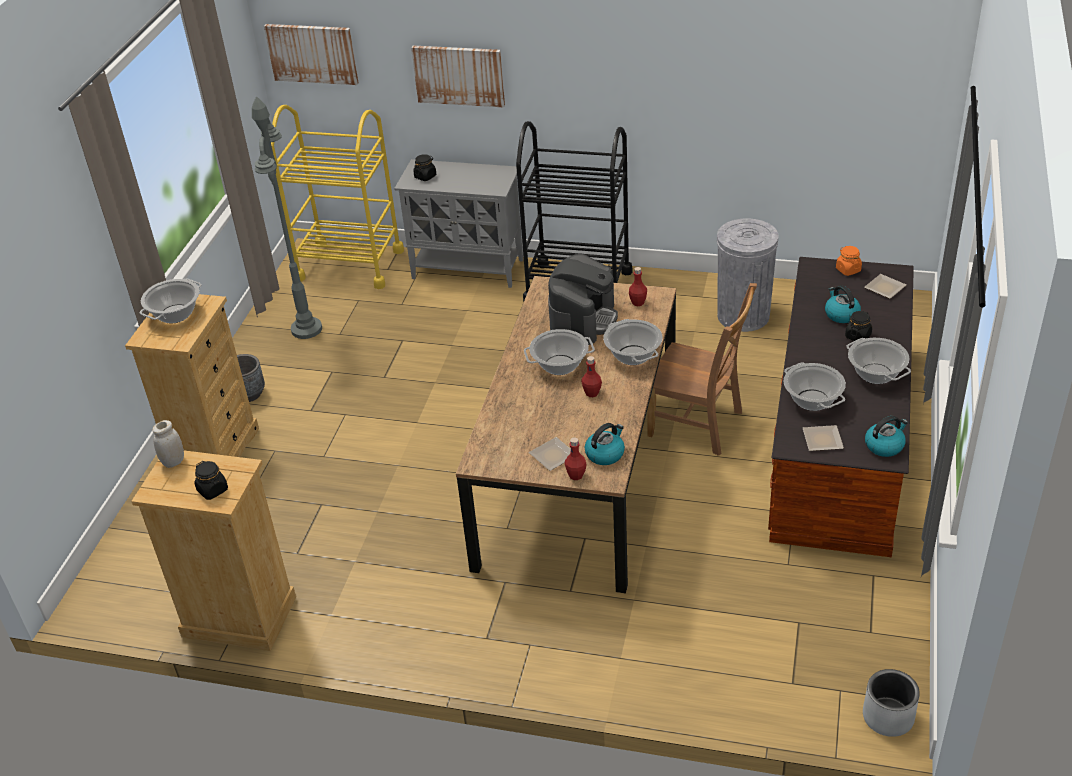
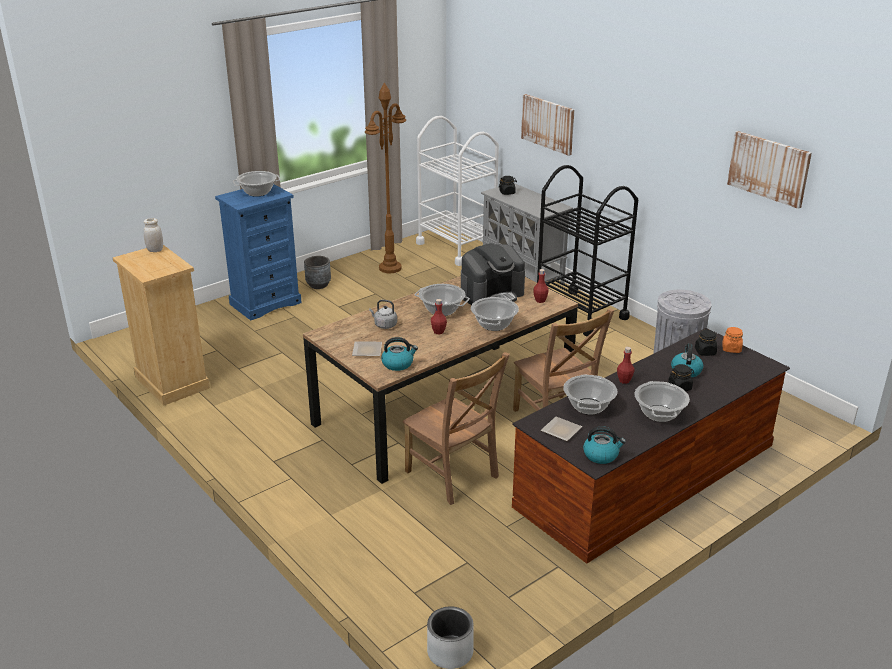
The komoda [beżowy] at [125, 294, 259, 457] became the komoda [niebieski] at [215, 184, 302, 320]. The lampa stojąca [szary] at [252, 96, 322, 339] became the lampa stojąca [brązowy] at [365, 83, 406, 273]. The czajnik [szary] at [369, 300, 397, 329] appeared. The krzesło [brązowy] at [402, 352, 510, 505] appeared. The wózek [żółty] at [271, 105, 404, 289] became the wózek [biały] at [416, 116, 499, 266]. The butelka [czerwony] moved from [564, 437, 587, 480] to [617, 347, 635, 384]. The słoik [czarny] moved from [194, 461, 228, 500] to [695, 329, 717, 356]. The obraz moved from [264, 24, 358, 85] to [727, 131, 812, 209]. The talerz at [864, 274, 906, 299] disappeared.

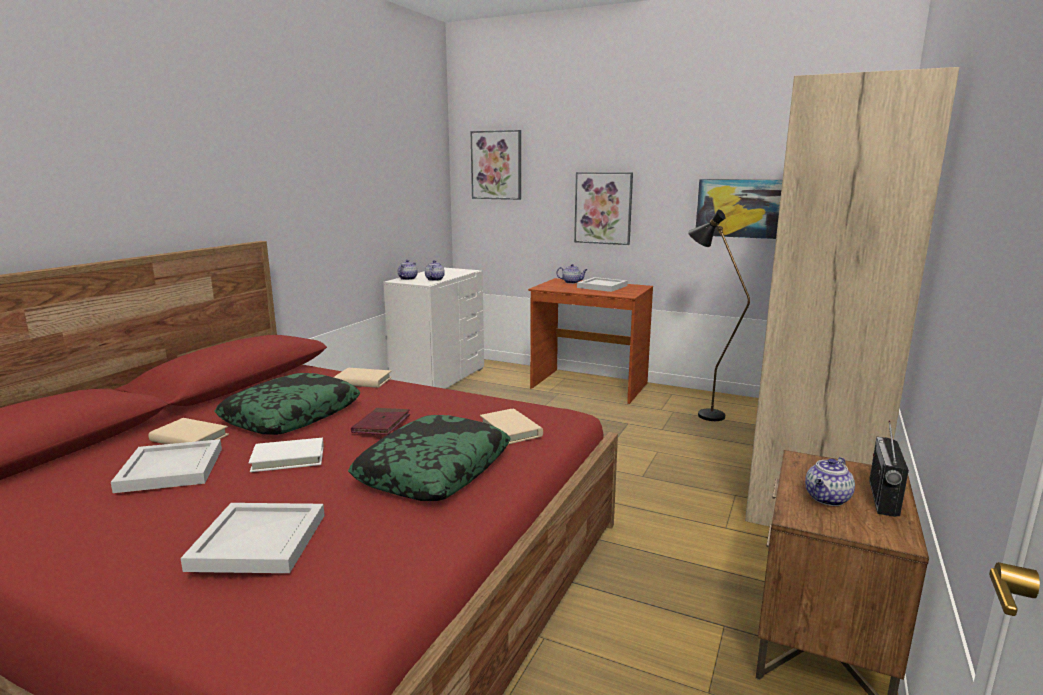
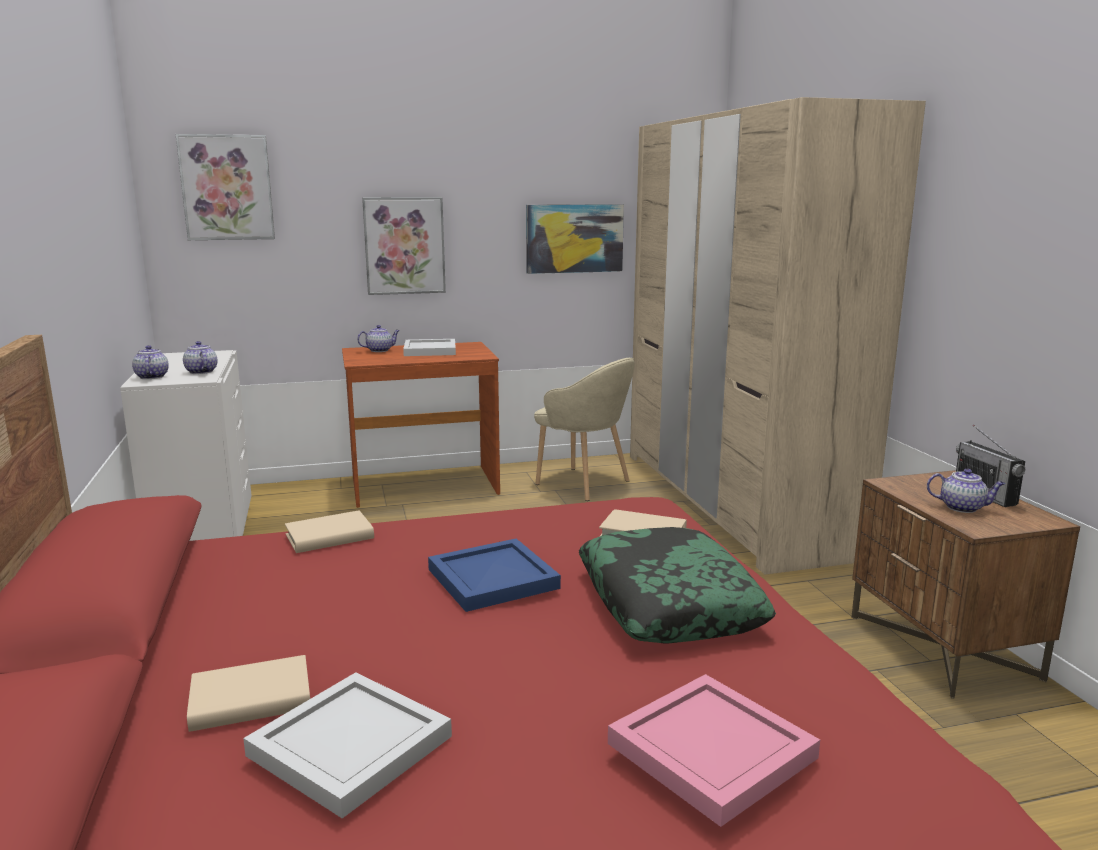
The książka [czerwony] at [351, 408, 410, 435] was replaced by the taca [niebieski] at [428, 539, 561, 612]. The lampa stojąca [czarny] at [688, 209, 750, 421] was replaced by the fotel [beżowy] at [534, 358, 635, 501]. The taca [biały] at [180, 503, 325, 573] became the taca [różowy] at [608, 674, 820, 827]. The imbryk at [805, 457, 855, 506] turned 75 degrees counterclockwise. The poduszka at [214, 373, 360, 435] disappeared. The książka [biały] at [249, 438, 324, 472] disappeared.

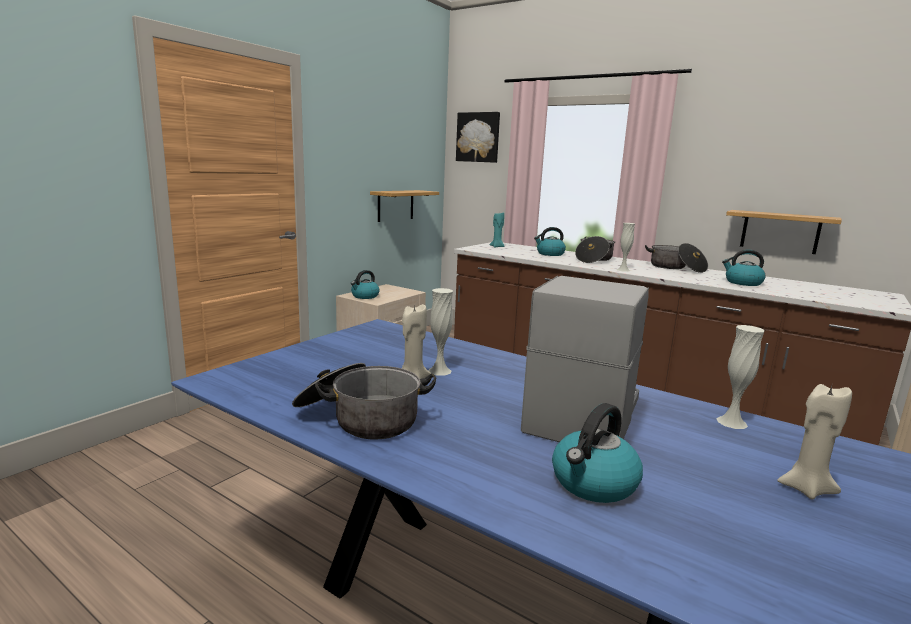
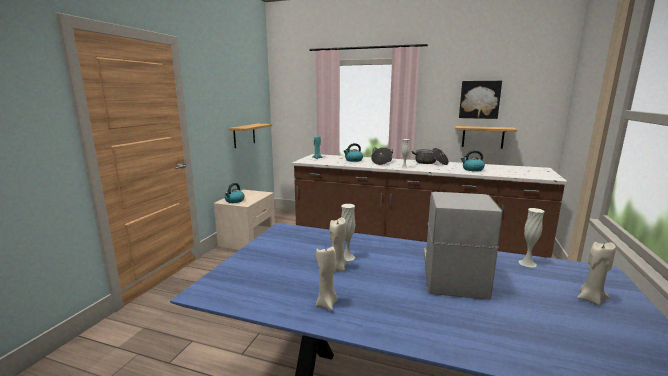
The garnek at [292, 363, 436, 440] was replaced by the świeca [beżowy] at [316, 246, 338, 311]. The obraz moved from [456, 112, 500, 163] to [459, 81, 502, 119]. The czajnik at [552, 403, 643, 503] disappeared.

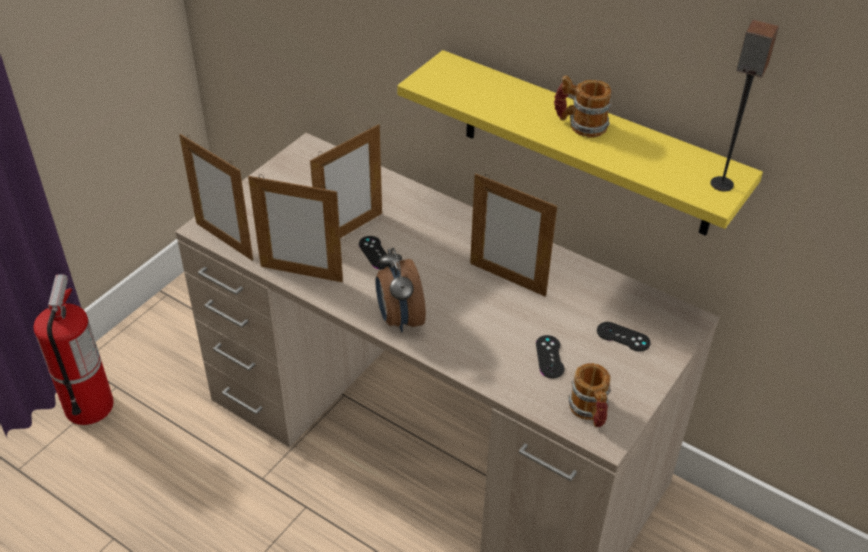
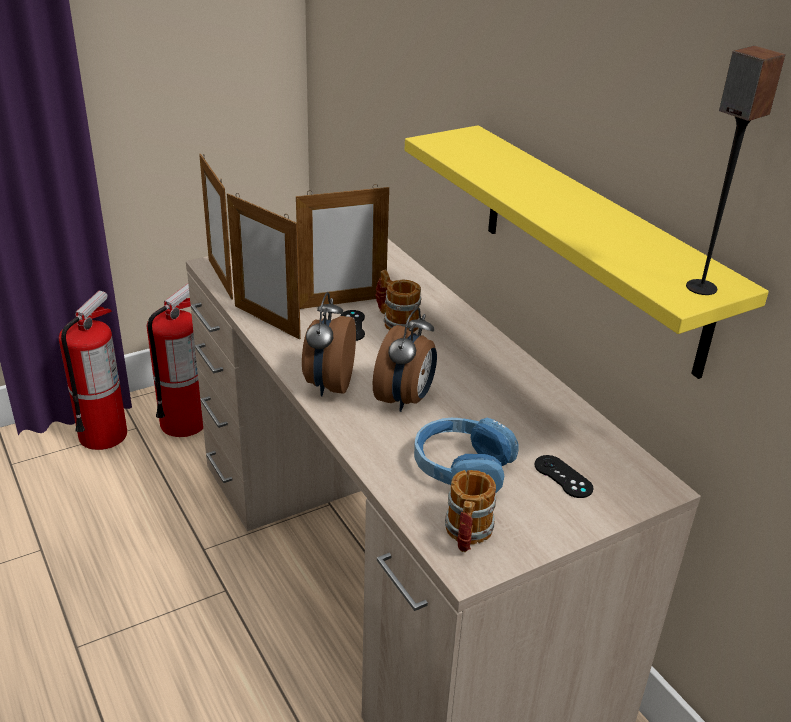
The gaśnica at [147, 283, 203, 437] appeared. The budzik at [373, 308, 437, 412] appeared. The kubek moved from [554, 75, 612, 138] to [376, 270, 422, 332]. The pad do gier [czarny] at [536, 335, 564, 379] was replaced by the słuchawki [niebieski] at [414, 418, 519, 493]. The ramka na zdjęcie at [470, 173, 557, 297] disappeared.

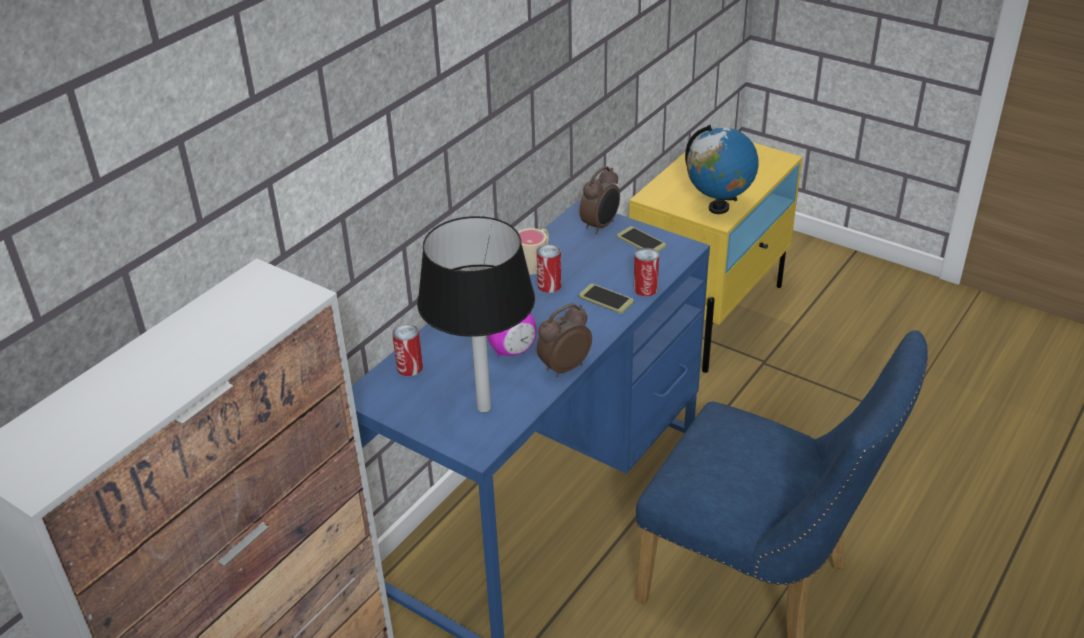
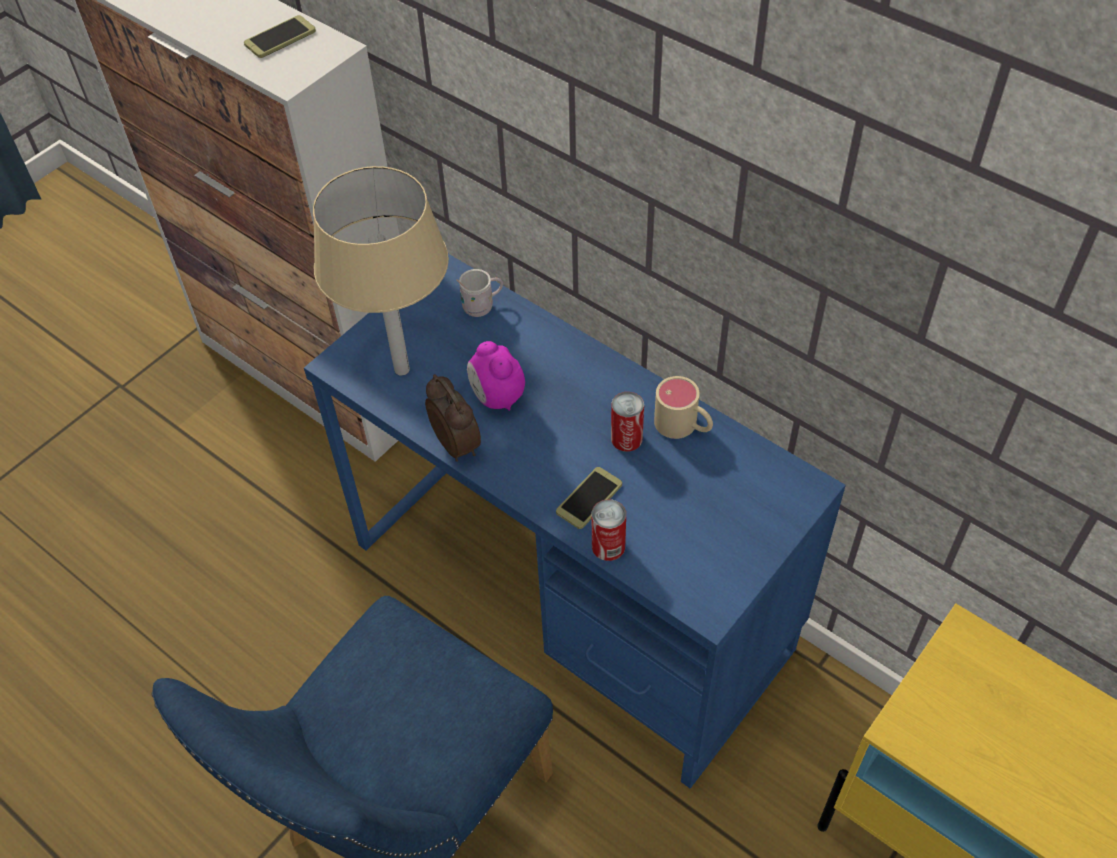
The telefon moved from [617, 226, 666, 252] to [244, 15, 316, 58]. The lampa stołowa [czarny] at [417, 216, 535, 412] became the lampa stołowa [beżowy] at [313, 166, 449, 376]. The puszka at [392, 324, 423, 376] was replaced by the kubek [biały] at [456, 269, 503, 317]. The budzik at [579, 166, 620, 234] disappeared. The globus at [685, 125, 759, 214] disappeared.

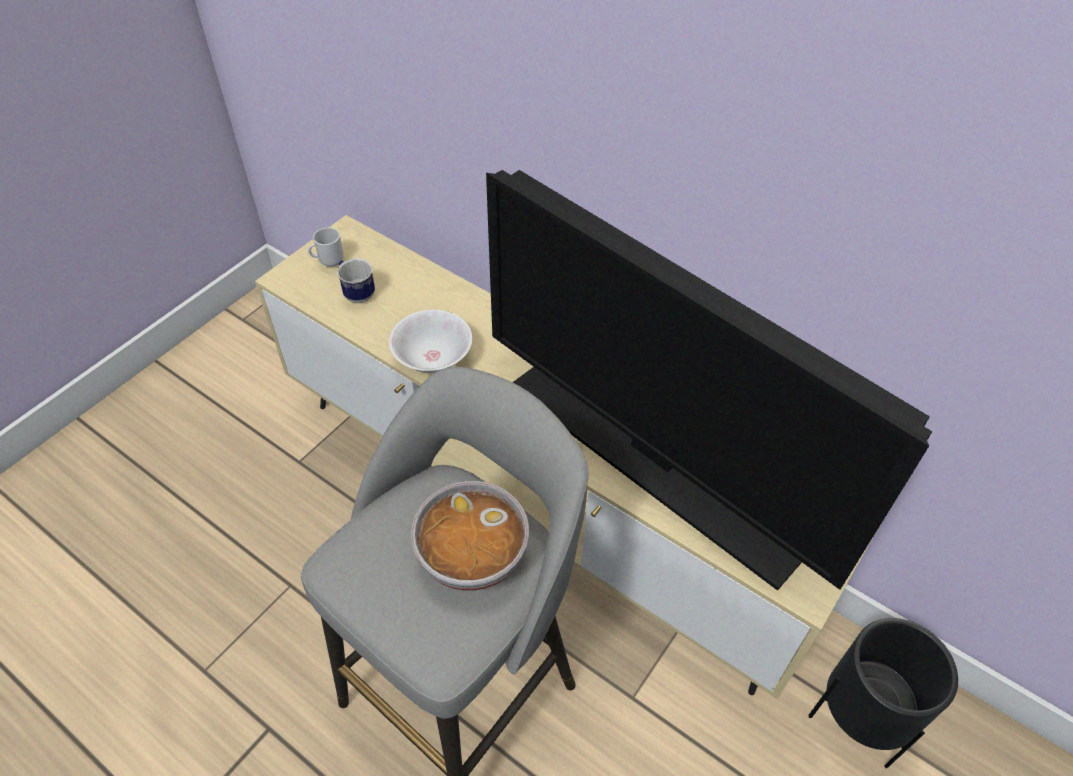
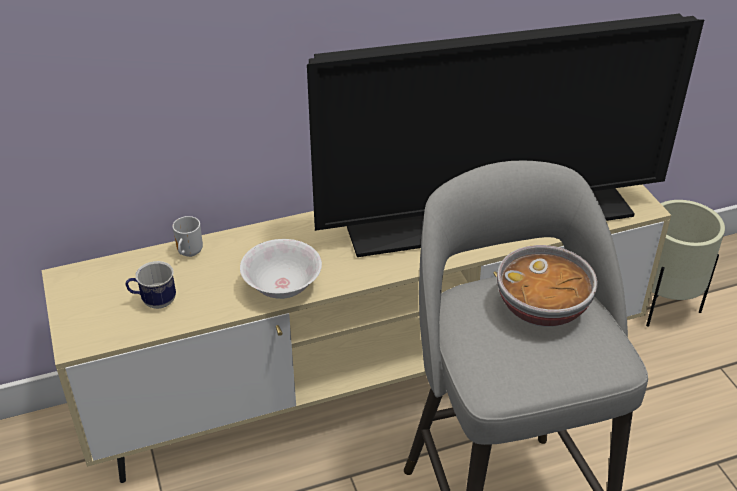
The kubek moved from [308, 228, 344, 267] to [173, 216, 203, 257]. The donica [czarny] at [809, 618, 958, 768] became the donica [beżowy] at [646, 200, 725, 327].

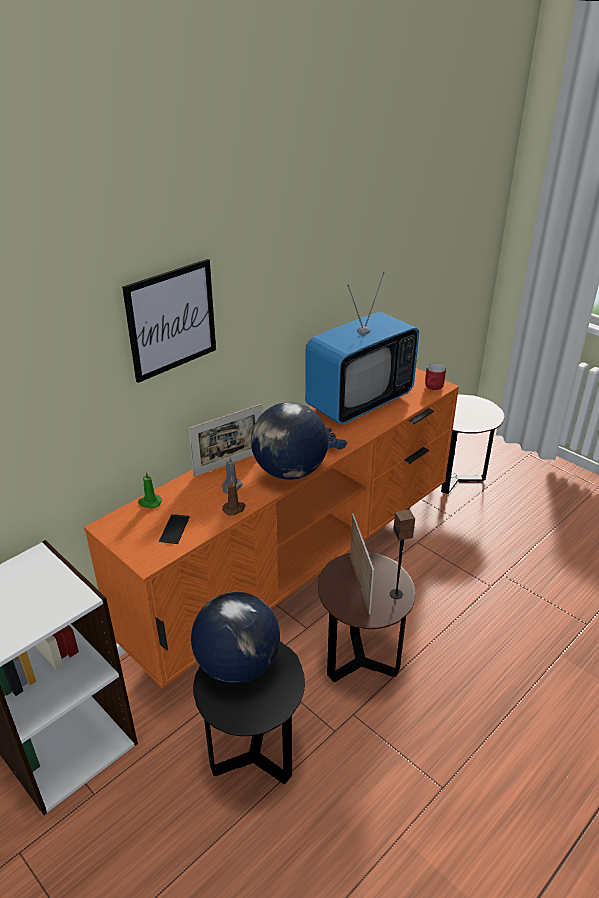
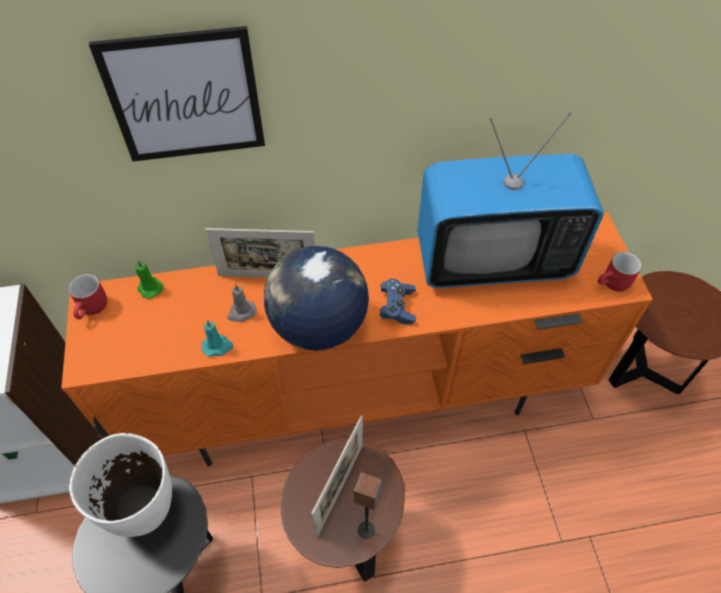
The kubek [czerwony] at [68, 274, 107, 319] appeared. The globus at [191, 592, 280, 683] was replaced by the wazon [biały] at [69, 433, 172, 537]. The świeca [brązowy] at [222, 478, 246, 516] became the świeca [turkusowy] at [202, 319, 233, 357]. The telefon at [159, 514, 190, 544] disappeared.

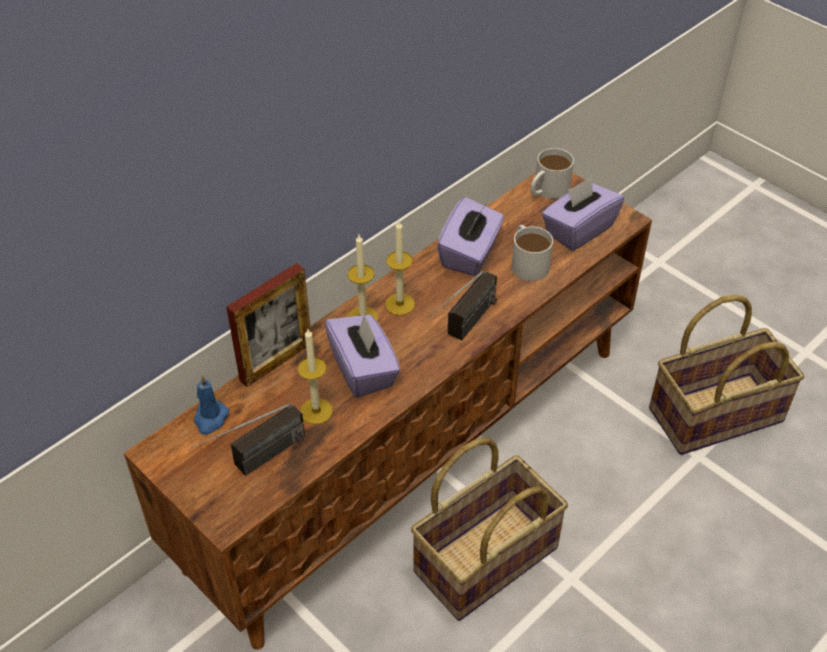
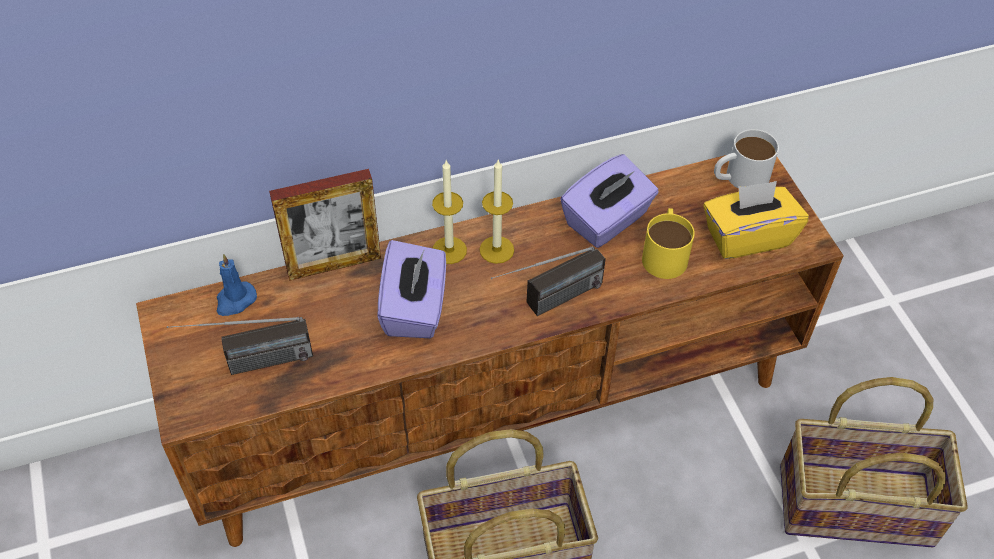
The kubek [biały] at [512, 225, 553, 281] became the kubek [żółty] at [642, 208, 695, 279]. The pudełko chusteczek [fioletowy] at [542, 177, 624, 251] became the pudełko chusteczek [żółty] at [703, 181, 809, 259]. The świeca at [297, 329, 333, 424] disappeared.

